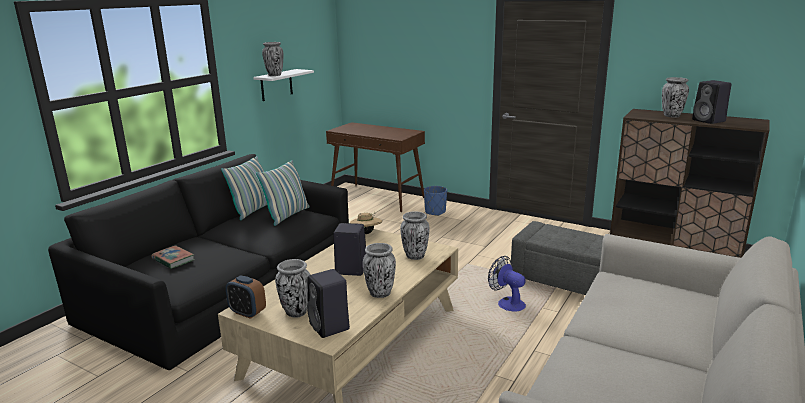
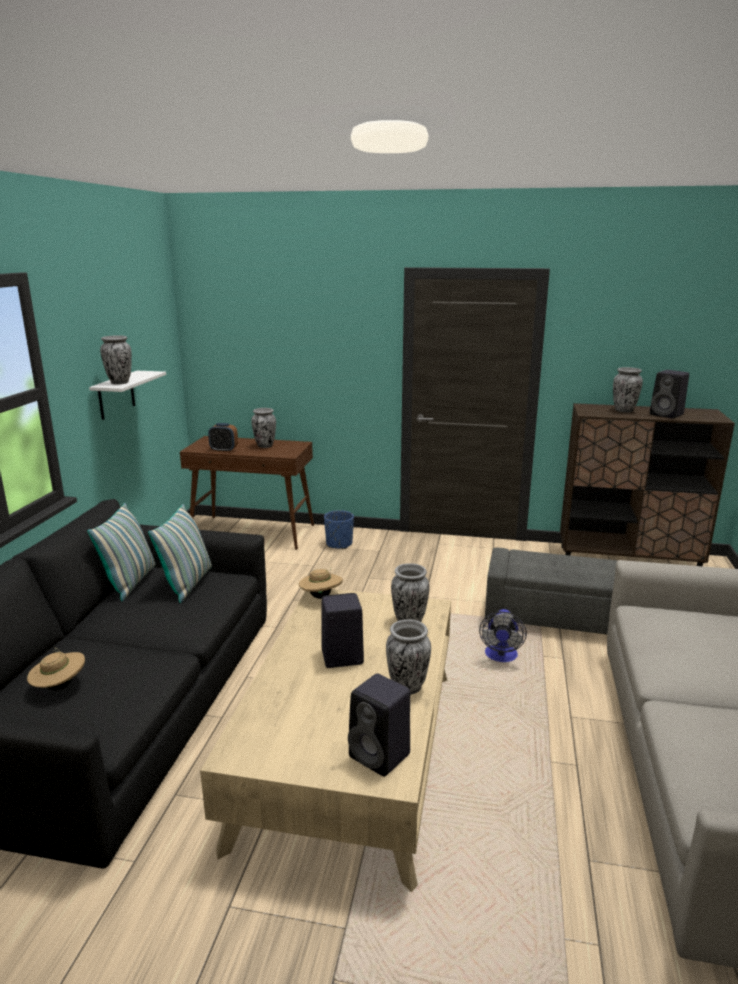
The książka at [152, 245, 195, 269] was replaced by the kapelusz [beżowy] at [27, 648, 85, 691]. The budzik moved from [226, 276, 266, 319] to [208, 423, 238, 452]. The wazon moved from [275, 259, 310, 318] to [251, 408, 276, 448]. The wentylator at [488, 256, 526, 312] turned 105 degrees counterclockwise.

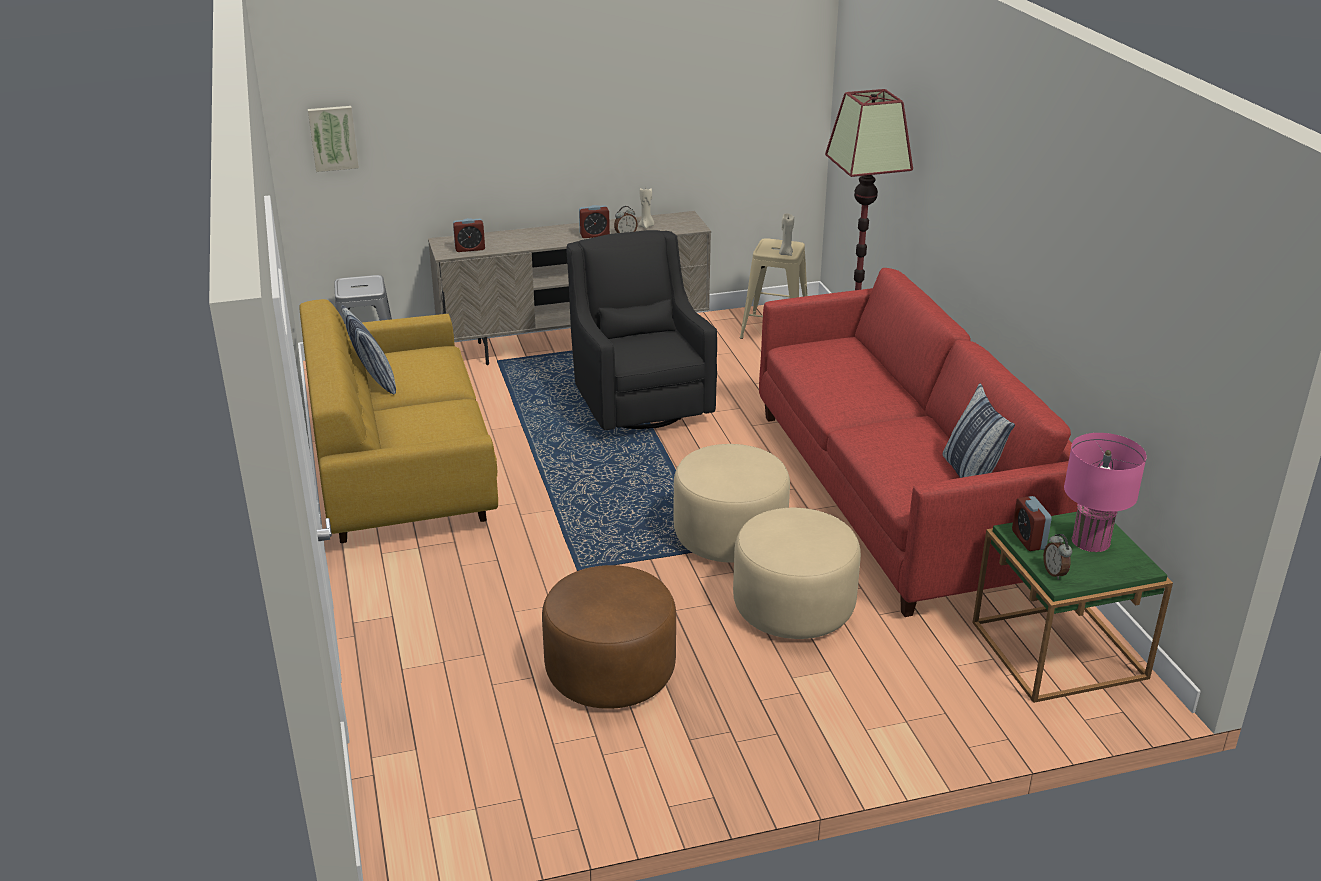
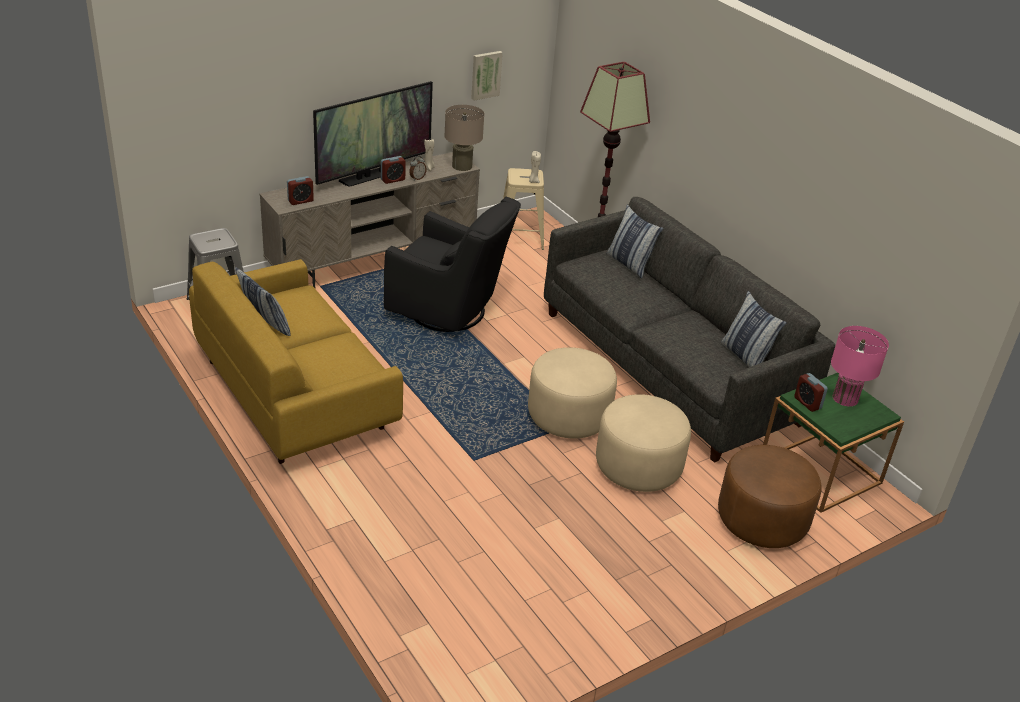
The telewizor at [313, 81, 433, 187] appeared. The fotel [czarny] at [566, 230, 717, 430] turned 150 degrees clockwise. The lampa stołowa [beżowy] at [444, 105, 484, 171] appeared. The obraz moved from [308, 106, 359, 172] to [471, 51, 503, 101]. The kanapa [czerwony] at [759, 268, 1078, 617] became the kanapa [szary] at [544, 197, 835, 463]. The poduszka at [606, 205, 663, 279] appeared. The pufa [brązowy] moved from [542, 565, 676, 709] to [718, 445, 822, 548]. The budzik at [1043, 534, 1072, 580] disappeared.

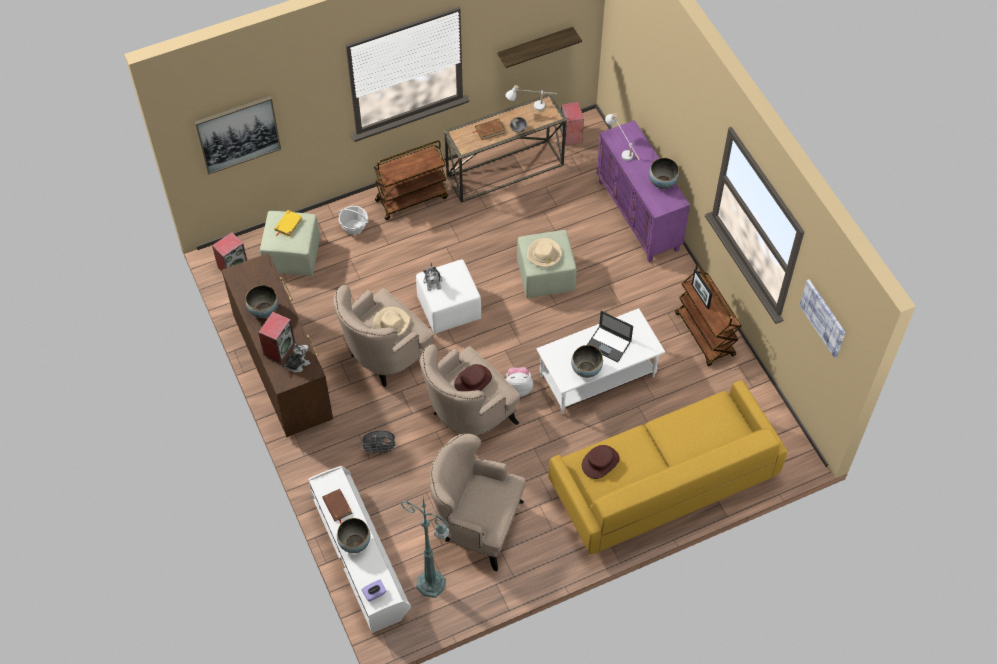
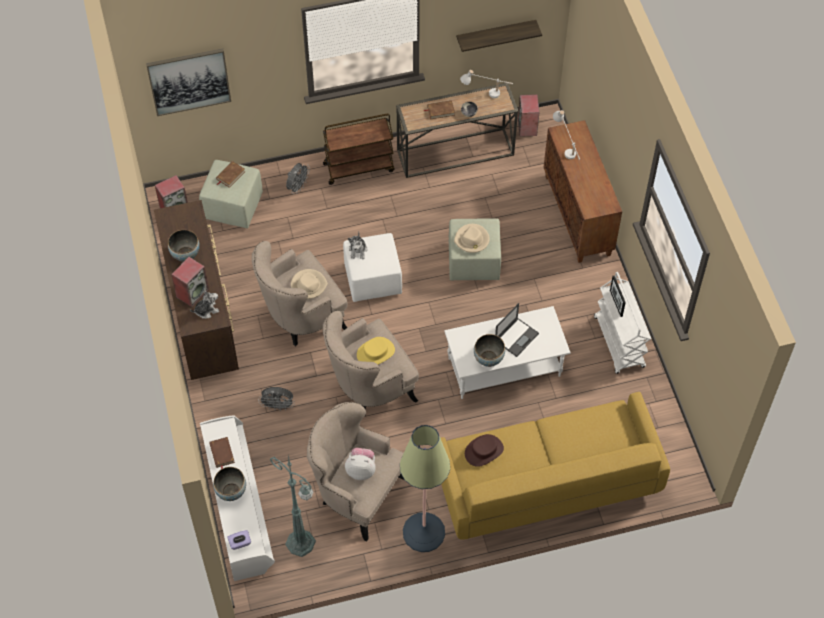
The książka [żółty] at [274, 210, 303, 237] became the książka [brązowy] at [216, 161, 245, 188]. The koszyk at [337, 206, 369, 235] was replaced by the wentylator [szary] at [286, 163, 310, 194]. The pluszak moved from [506, 367, 533, 397] to [345, 448, 376, 480]. The kapelusz [brązowy] at [454, 364, 492, 391] became the kapelusz [żółty] at [357, 337, 395, 364]. The lampa stojąca at [400, 425, 450, 552] appeared. The laptop at [587, 311, 633, 362] turned 90 degrees counterclockwise. The szafka [fioletowy] at [597, 120, 690, 262] became the szafka [brązowy] at [544, 120, 622, 263]. The wózek [brązowy] at [675, 265, 742, 366] became the wózek [biały] at [594, 272, 651, 374]. The miska at [649, 158, 679, 189] disappeared. The obraz at [799, 280, 846, 358] disappeared.

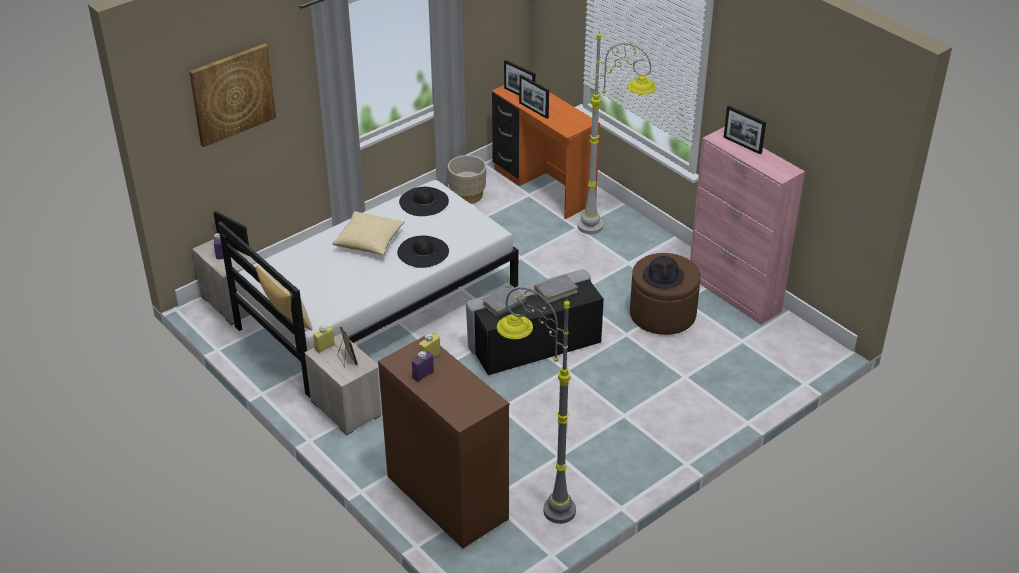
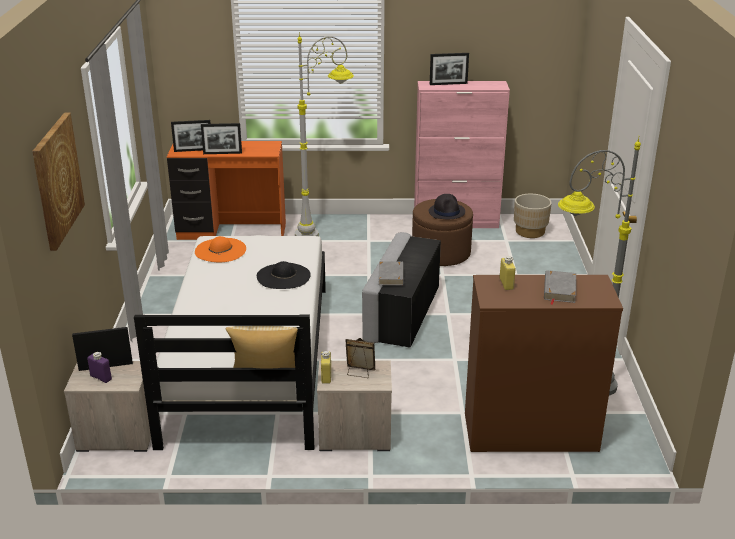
The kapelusz [czarny] at [399, 187, 449, 216] became the kapelusz [pomarańczowy] at [195, 236, 246, 262]. The donica [beżowy] moved from [448, 155, 486, 204] to [514, 194, 552, 238]. The książka [szary] moved from [532, 274, 578, 303] to [544, 270, 576, 305]. The poduszka at [332, 211, 405, 255] disappeared. The butelka [fioletowy] at [412, 351, 434, 382] disappeared.

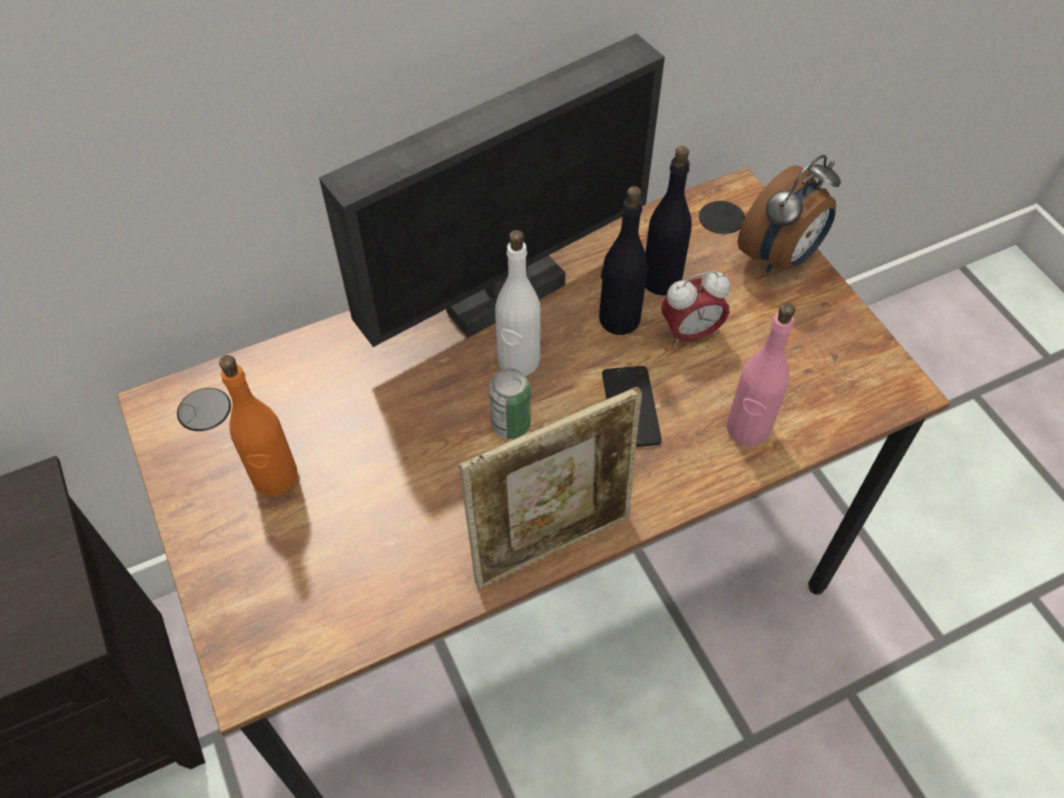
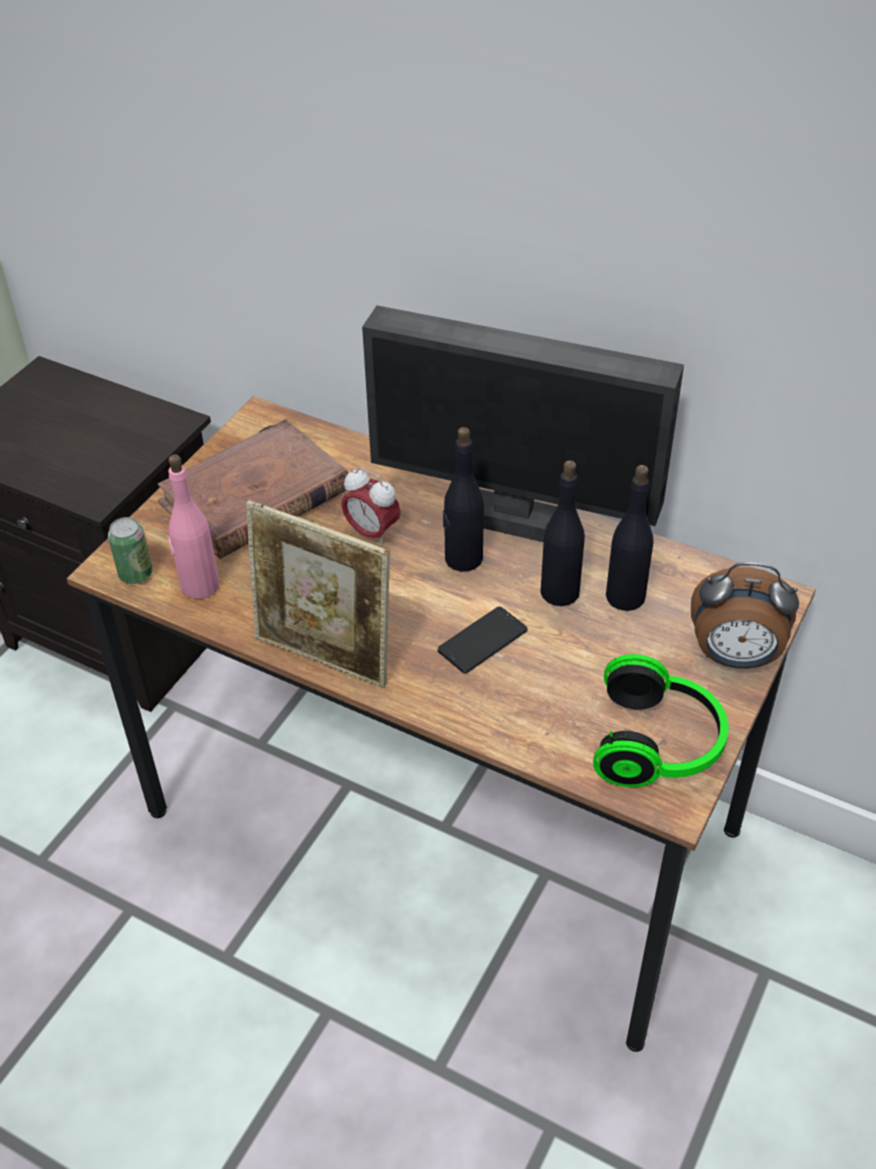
The puszka moved from [489, 368, 531, 439] to [108, 517, 153, 584]. The butelka [pomarańczowy] at [219, 355, 298, 496] was replaced by the książka [brązowy] at [157, 419, 348, 559]. The butelka [różowy] moved from [726, 302, 795, 446] to [168, 455, 220, 599]. The budzik moved from [661, 271, 730, 347] to [341, 468, 401, 546]. The butelka [biały] at [495, 230, 541, 376] became the butelka [czarny] at [443, 427, 484, 572]. The słuchawki at [593, 654, 729, 787] appeared.

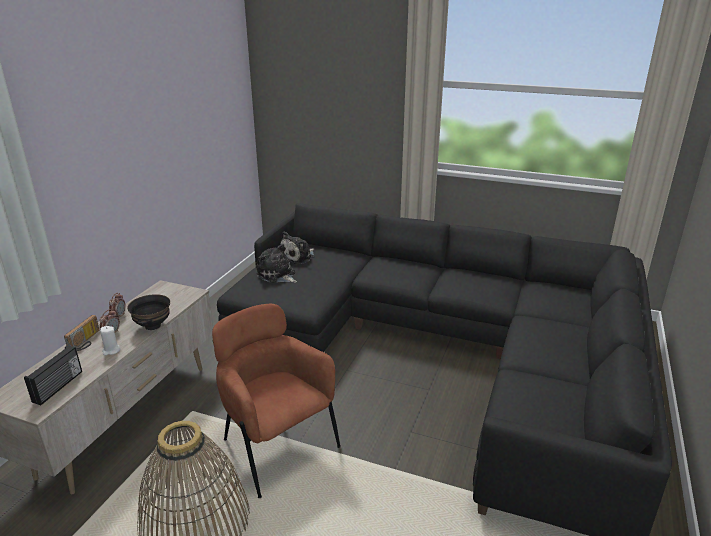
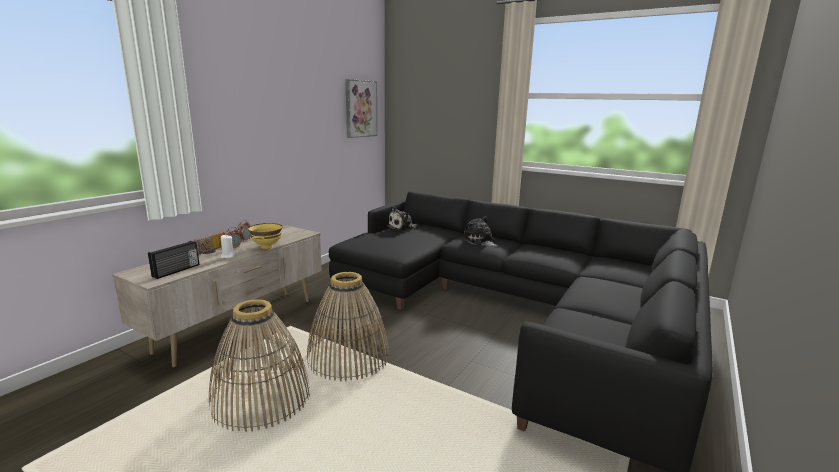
The miska [czarny] at [127, 294, 170, 330] became the miska [żółty] at [248, 223, 283, 249]. The fotel [brązowy] at [212, 304, 341, 498] was replaced by the koszyk at [307, 272, 390, 381]. The obraz at [345, 79, 377, 138] appeared. The pluszak moved from [256, 244, 297, 283] to [463, 216, 497, 247].

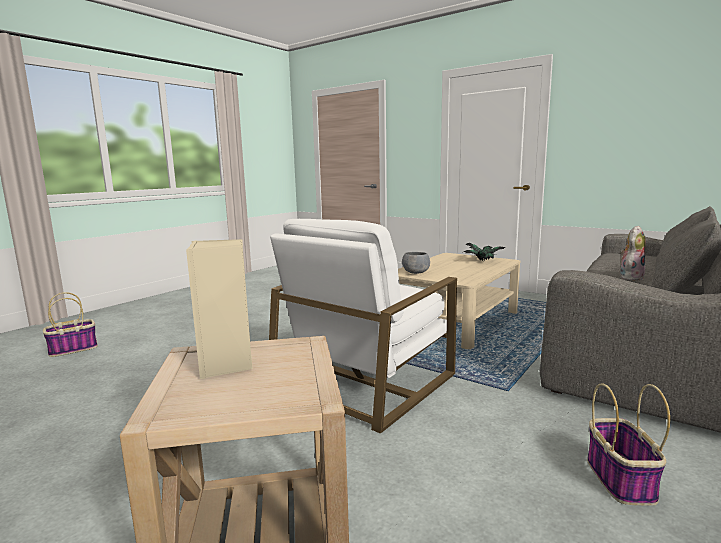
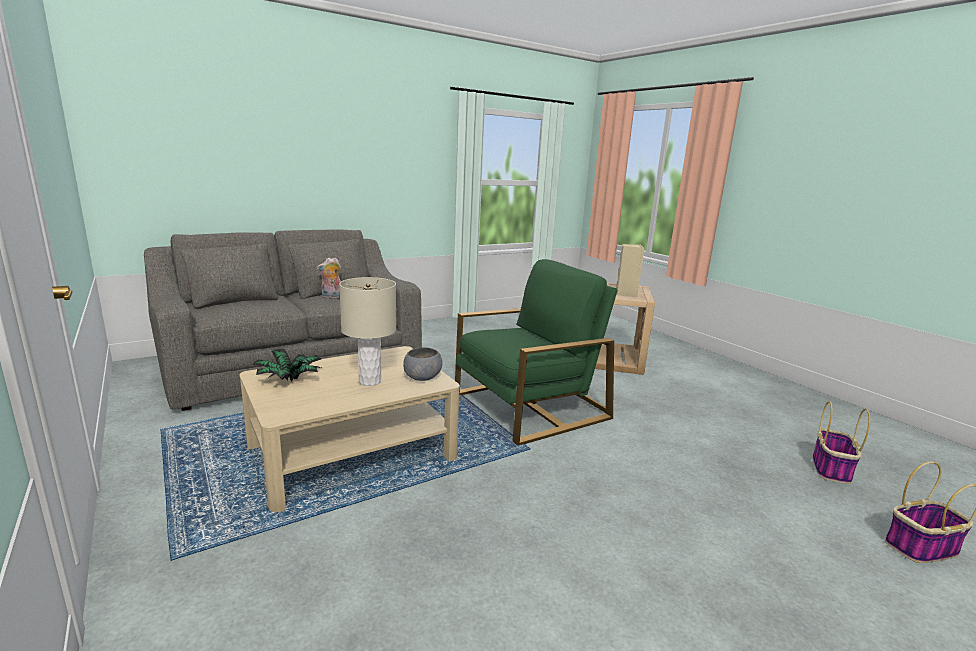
The lampa stołowa [beżowy] at [339, 277, 396, 386] appeared. The fotel [biały] at [269, 219, 457, 434] became the fotel [zielony] at [455, 259, 617, 446]. The koszyk moved from [587, 383, 670, 506] to [813, 401, 870, 484].

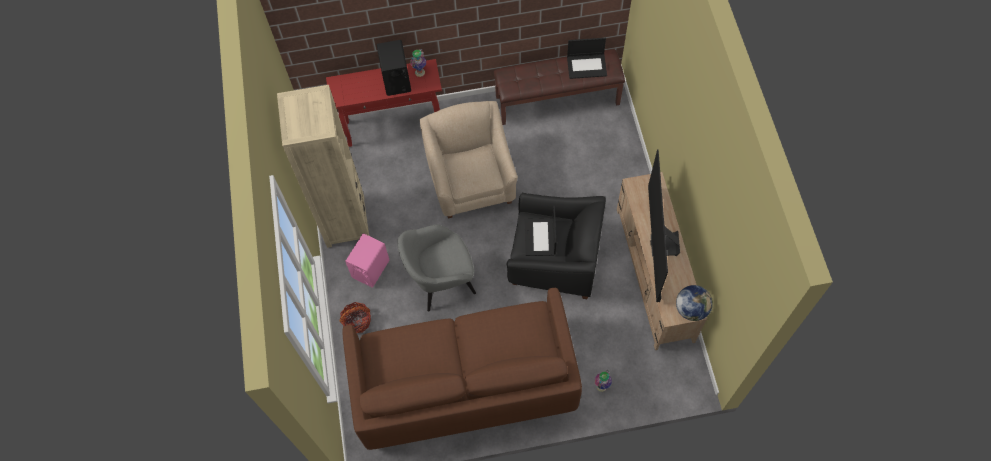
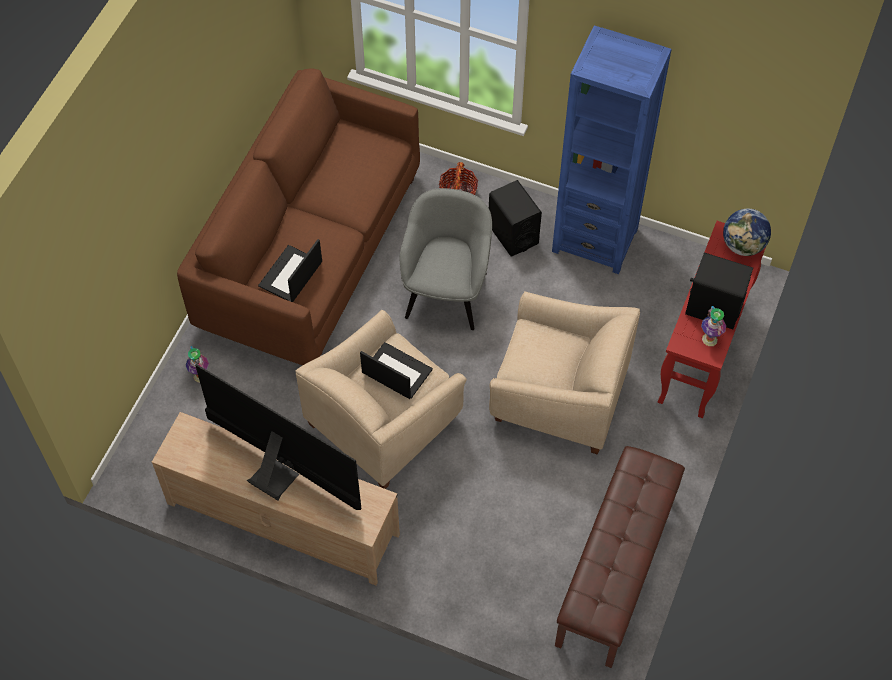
The laptop moved from [567, 38, 607, 79] to [258, 239, 322, 302]. The fotel [czarny] at [507, 193, 606, 299] became the fotel [beżowy] at [296, 310, 467, 489]. The głośnik [różowy] at [345, 233, 389, 288] became the głośnik [czarny] at [489, 180, 542, 257]. The regał [beżowy] at [277, 85, 370, 248] became the regał [niebieski] at [552, 25, 672, 274]. The globus moved from [676, 285, 713, 321] to [723, 209, 771, 256].

